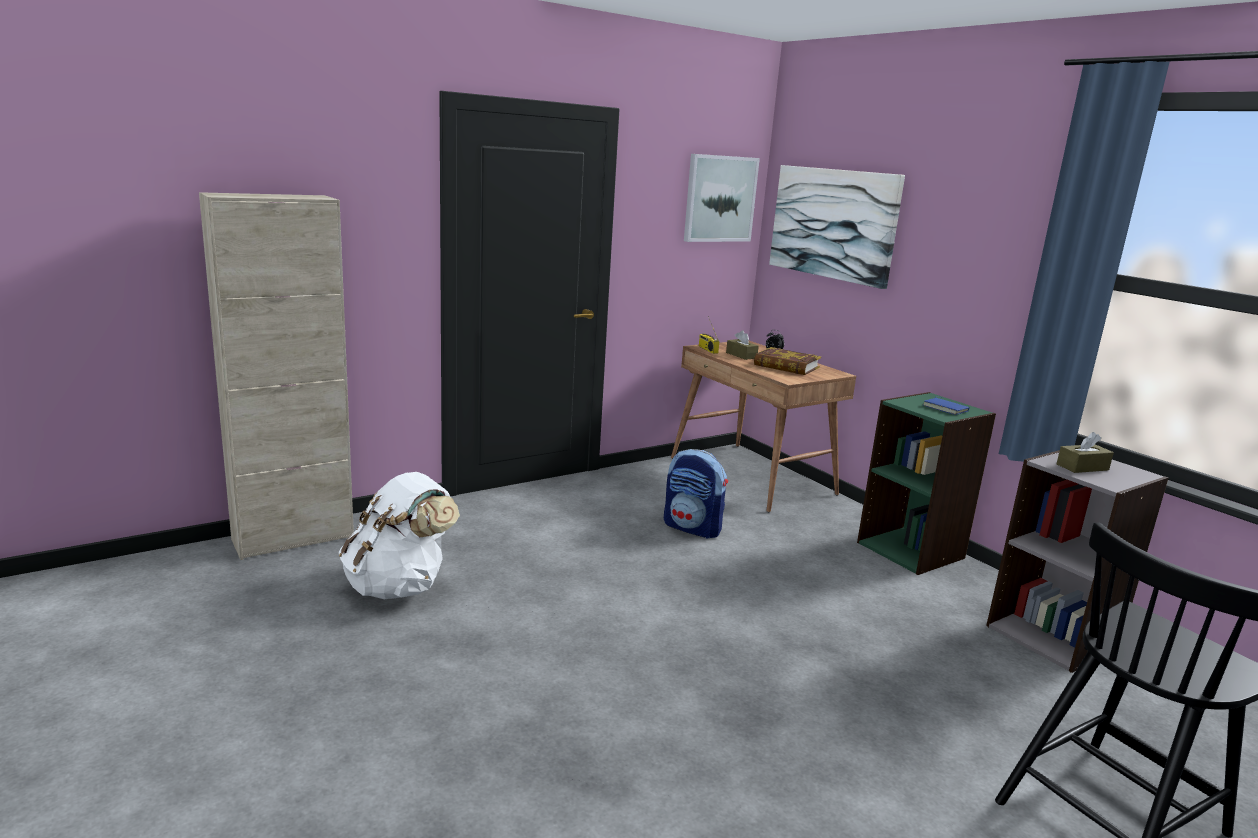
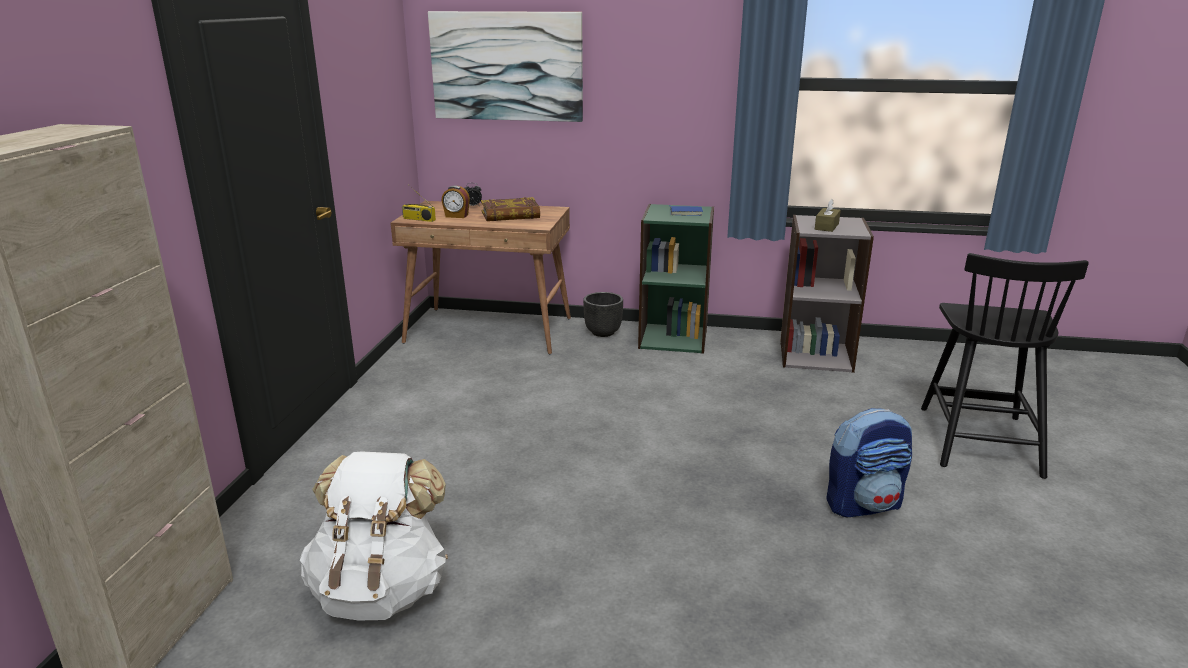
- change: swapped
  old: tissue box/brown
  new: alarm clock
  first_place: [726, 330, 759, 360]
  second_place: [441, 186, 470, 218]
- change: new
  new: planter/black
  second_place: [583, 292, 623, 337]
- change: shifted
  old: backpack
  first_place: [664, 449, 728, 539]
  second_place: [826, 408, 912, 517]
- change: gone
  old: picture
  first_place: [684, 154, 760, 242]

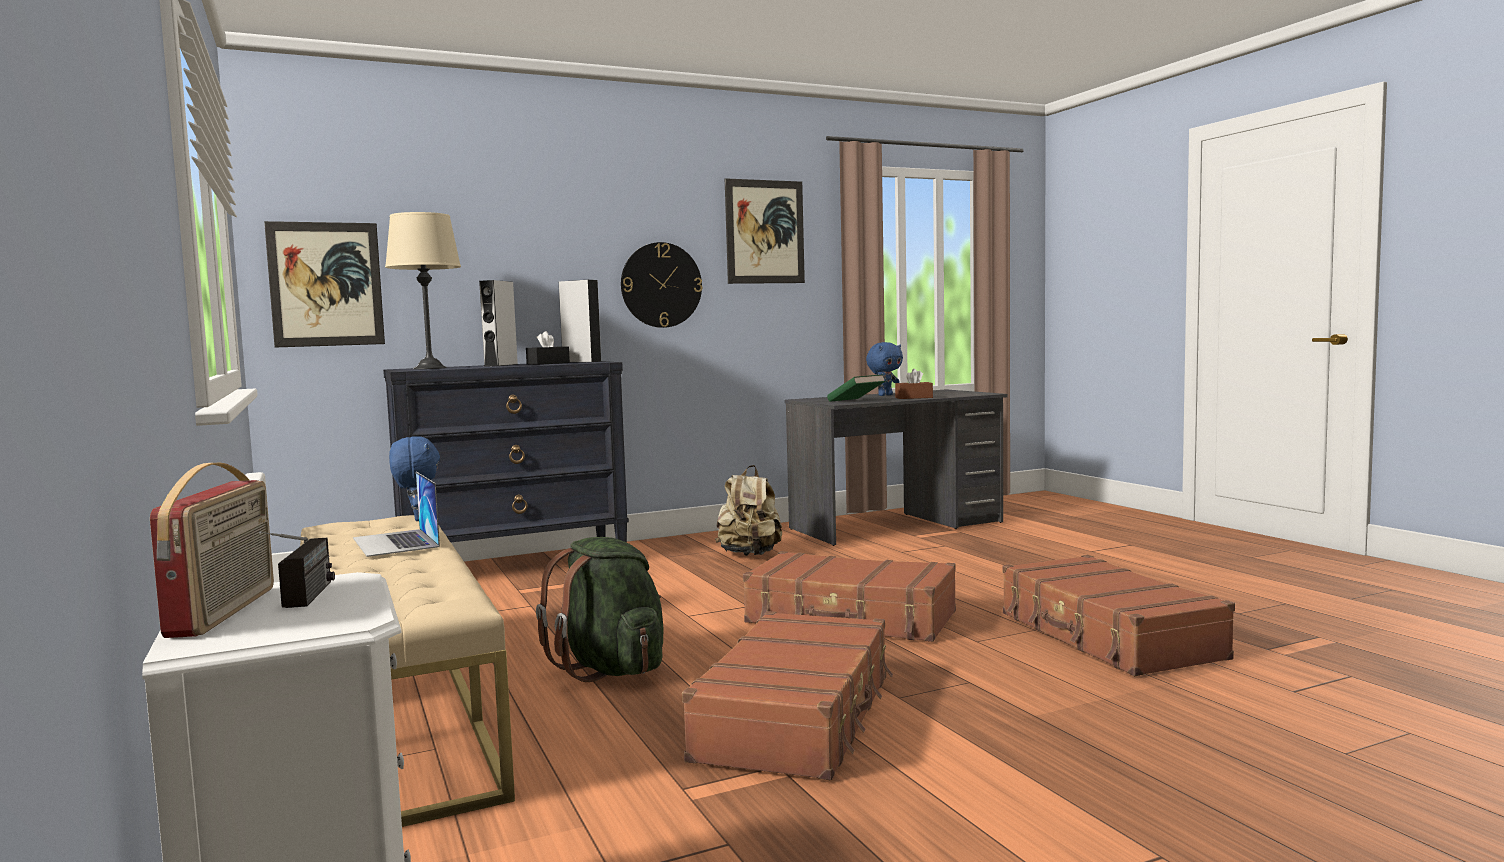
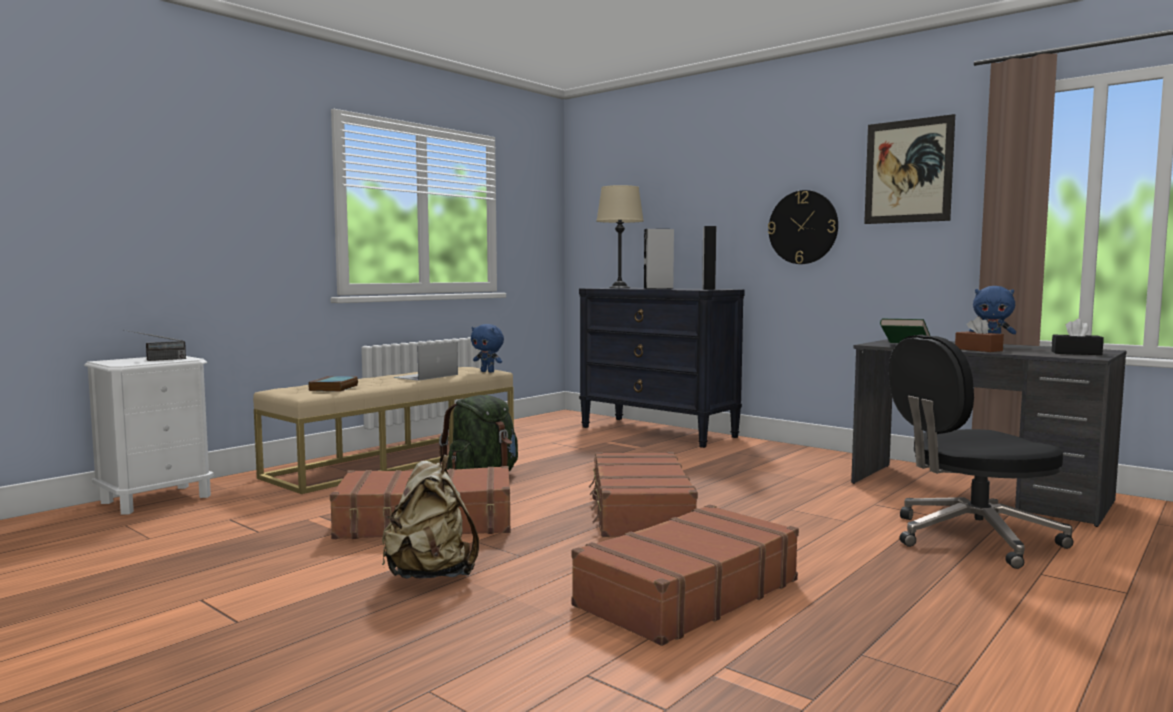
- change: new
  new: book
  second_place: [308, 376, 358, 392]
- change: shifted
  old: backpack/beige
  first_place: [715, 465, 782, 556]
  second_place: [382, 455, 479, 579]
- change: rotated
  old: plush toy/blue
  first_place: [389, 436, 440, 521]
  second_place: [471, 324, 504, 373]
  degrees: 75
- change: new
  new: office chair/black
  second_place: [889, 335, 1073, 569]
- change: shifted
  old: tissue box/black
  first_place: [526, 331, 570, 365]
  second_place: [1052, 319, 1104, 355]
- change: gone
  old: radio
  first_place: [150, 463, 274, 638]
- change: gone
  old: picture
  first_place: [264, 221, 385, 347]

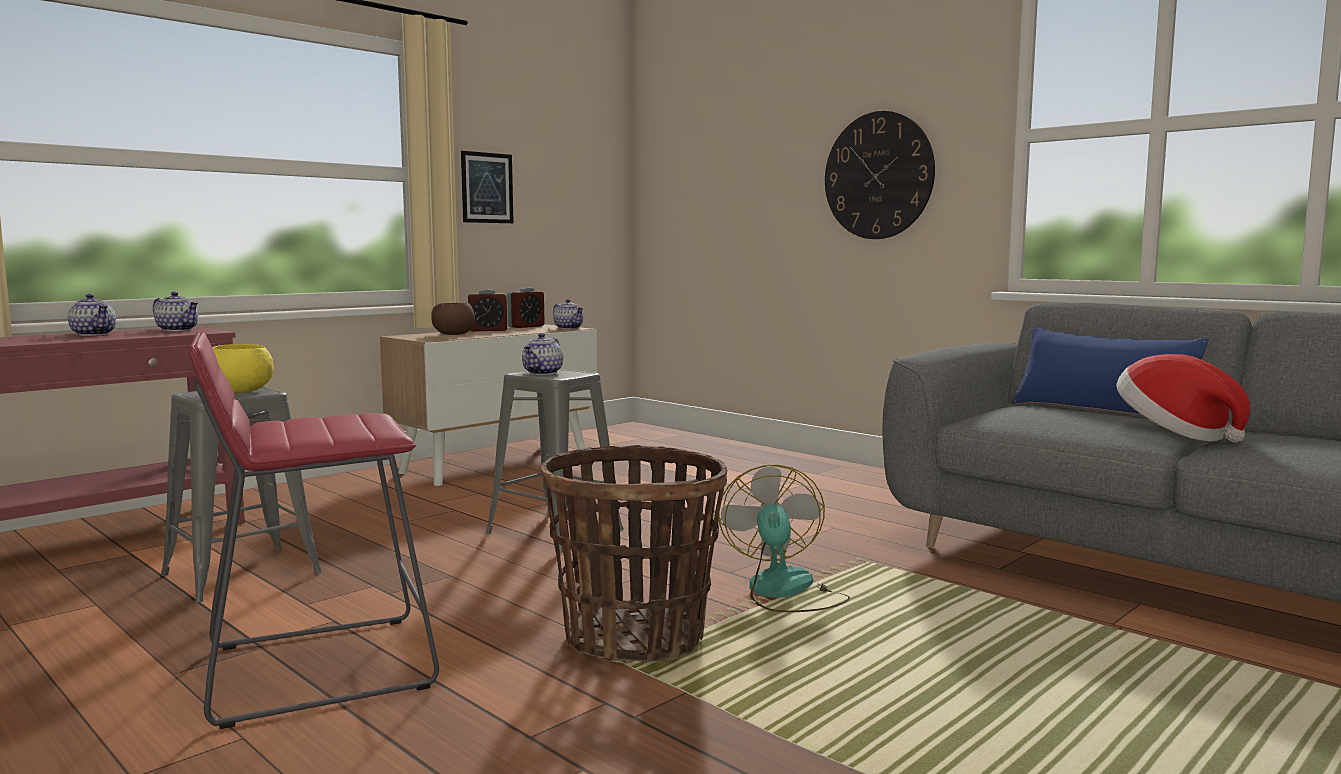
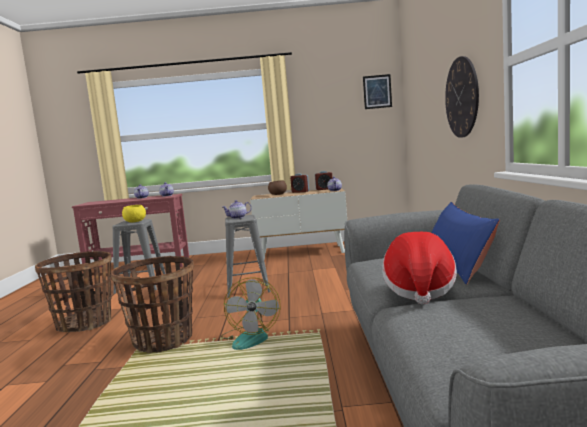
- change: swapped
  old: stool/red
  new: basket
  first_place: [189, 332, 439, 729]
  second_place: [35, 251, 112, 332]
- change: rotated
  old: fan
  first_place: [718, 465, 850, 612]
  second_place: [221, 277, 281, 350]
  degrees: 135
- change: shifted
  old: picture
  first_place: [461, 151, 514, 223]
  second_place: [363, 74, 392, 109]

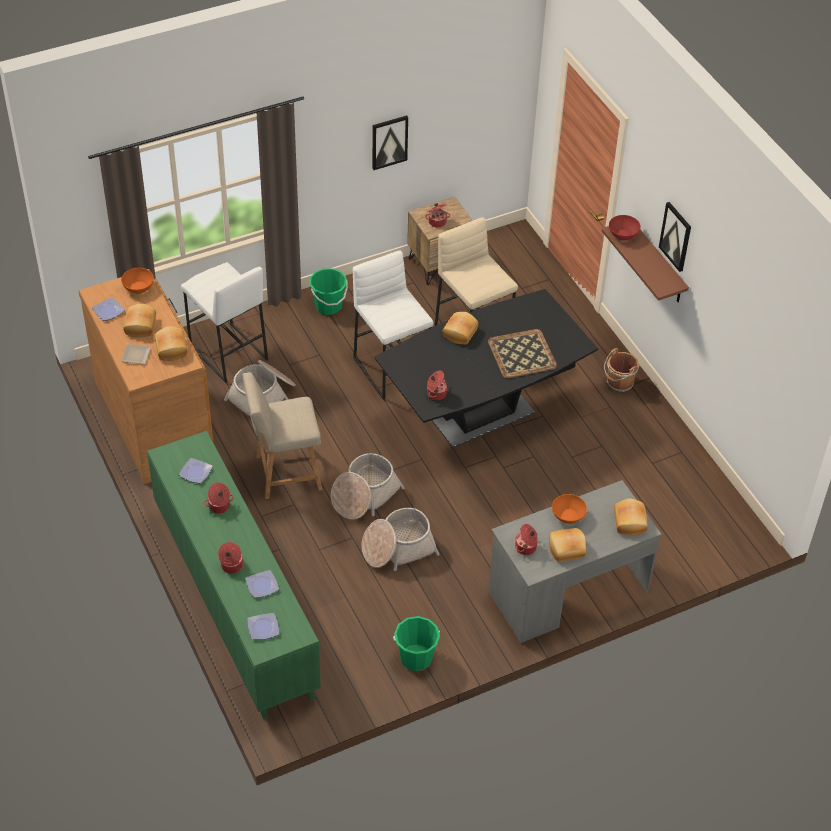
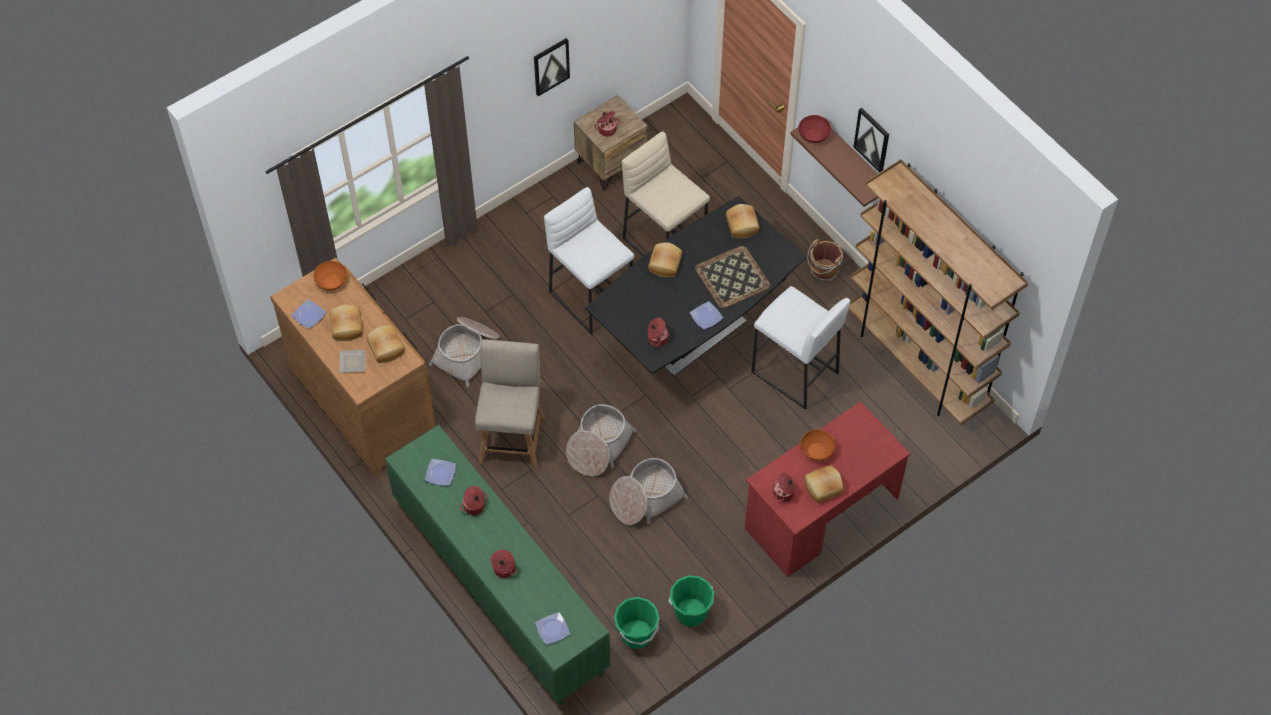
- change: rotated
  old: chair/beige
  first_place: [243, 372, 322, 499]
  second_place: [475, 339, 545, 469]
  degrees: 120
- change: shifted
  old: bucket/green
  first_place: [309, 268, 348, 315]
  second_place: [614, 597, 659, 649]
- change: shifted
  old: plate
  first_place: [245, 570, 279, 598]
  second_place: [690, 301, 723, 330]
- change: shifted
  old: bread
  first_place: [614, 498, 648, 536]
  second_place: [726, 204, 760, 238]
- change: repainted
  old: desk/grey
  new: desk/red
  first_place: [489, 480, 662, 643]
  second_place: [745, 401, 910, 577]
- change: shifted
  old: stool/white
  first_place: [181, 262, 268, 383]
  second_place: [751, 286, 851, 410]
- change: new
  new: bookcase/brown
  second_place: [849, 159, 1028, 425]

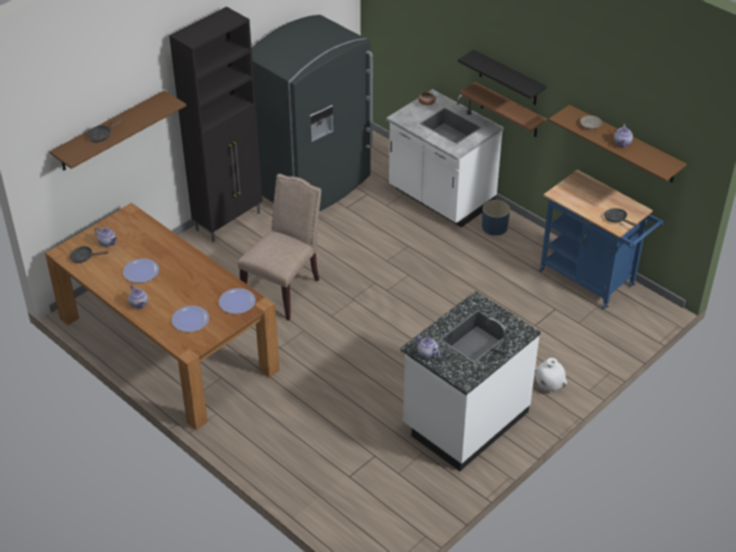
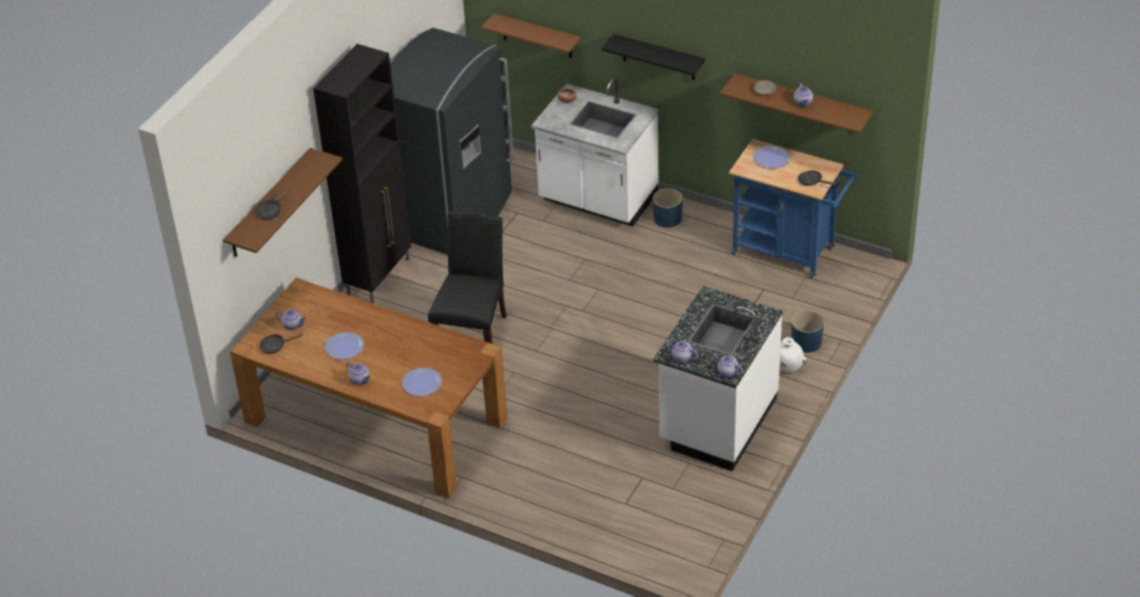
- change: repainted
  old: chair/beige
  new: chair/black
  first_place: [238, 174, 321, 321]
  second_place: [428, 210, 507, 344]
- change: shifted
  old: shelf/brown
  first_place: [460, 82, 547, 137]
  second_place: [481, 13, 580, 58]
- change: new
  new: teapot
  second_place: [713, 353, 743, 377]
- change: shifted
  old: plate
  first_place: [219, 288, 256, 314]
  second_place: [753, 146, 790, 169]
- change: new
  new: planter/blue
  second_place: [791, 310, 824, 353]

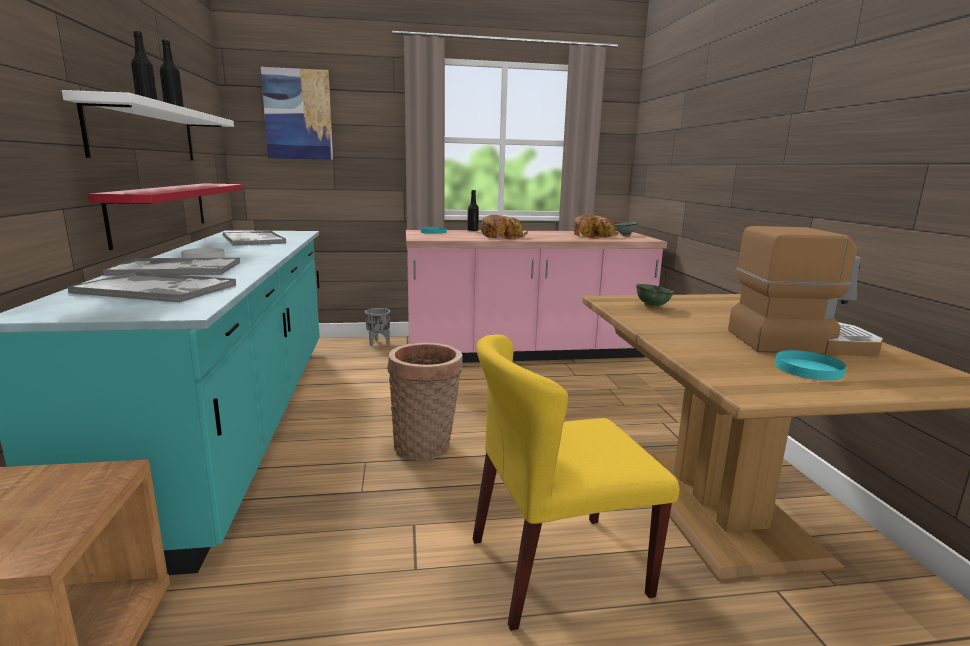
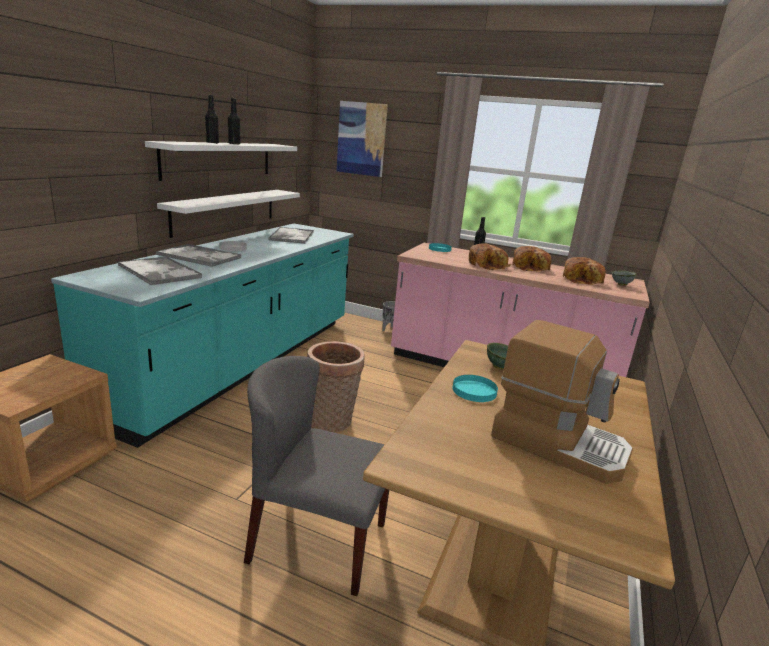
- change: repainted
  old: shelf/red
  new: shelf/white
  first_place: [88, 183, 243, 250]
  second_place: [157, 190, 300, 238]
- change: repainted
  old: chair/yellow
  new: chair/grey
  first_place: [473, 334, 679, 631]
  second_place: [244, 356, 389, 596]
- change: shifted
  old: plate/turquoise
  first_place: [775, 350, 846, 380]
  second_place: [452, 375, 498, 402]
- change: new
  new: bread
  second_place: [512, 246, 551, 272]

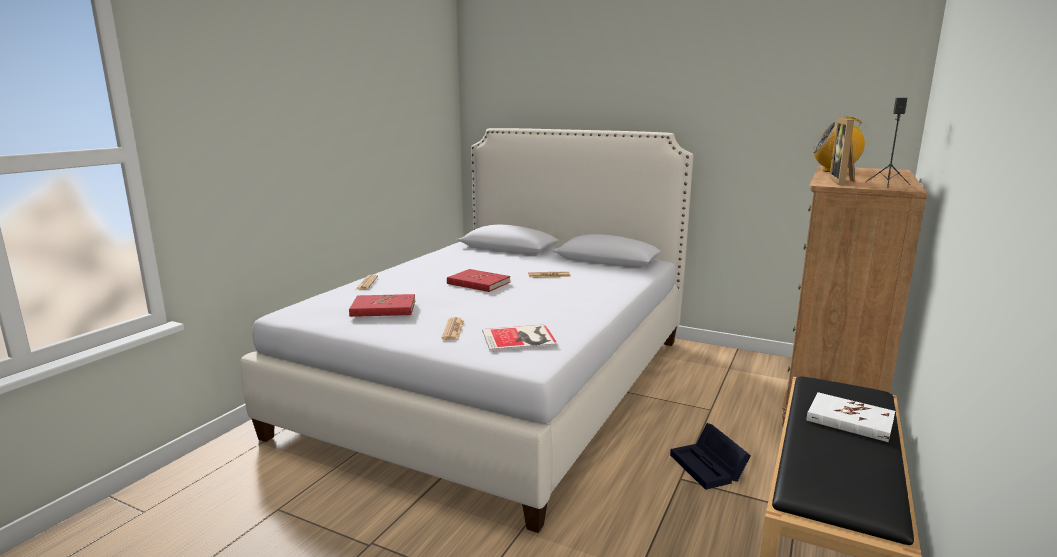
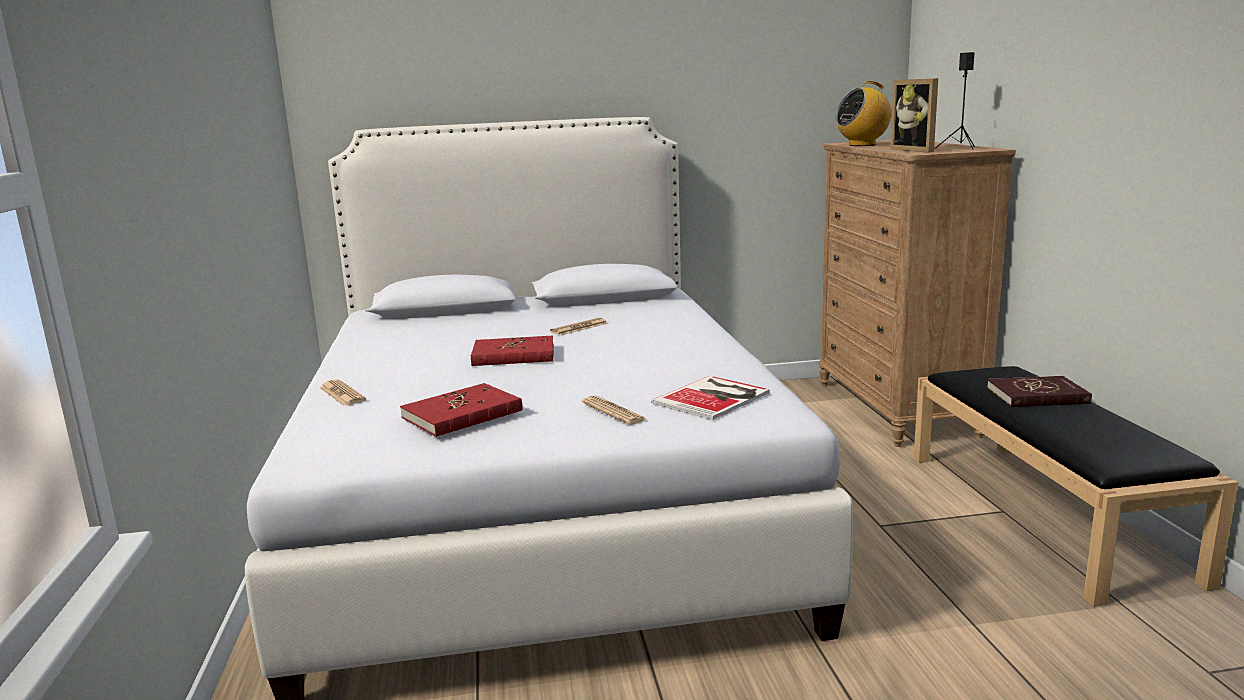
- change: repainted
  old: book/white
  new: book/red
  first_place: [806, 392, 895, 442]
  second_place: [987, 376, 1092, 407]
- change: gone
  old: storage box/black
  first_place: [670, 423, 751, 490]

